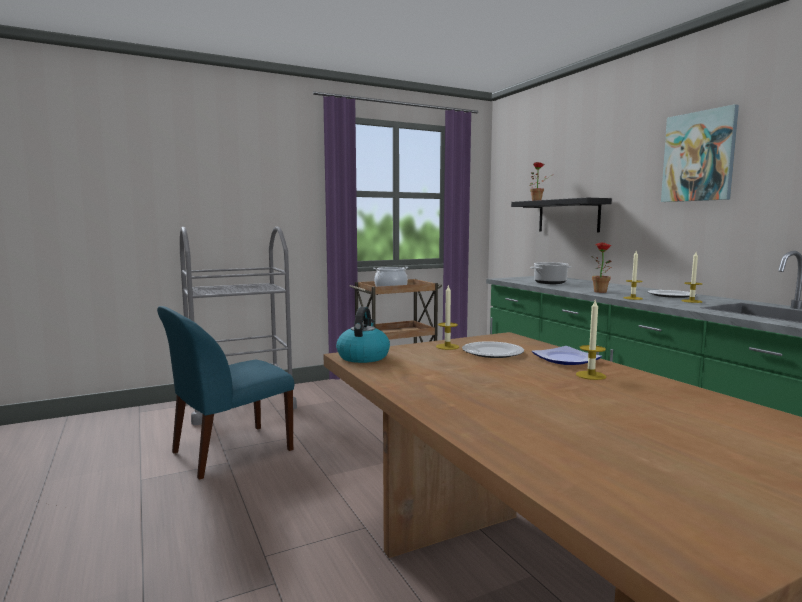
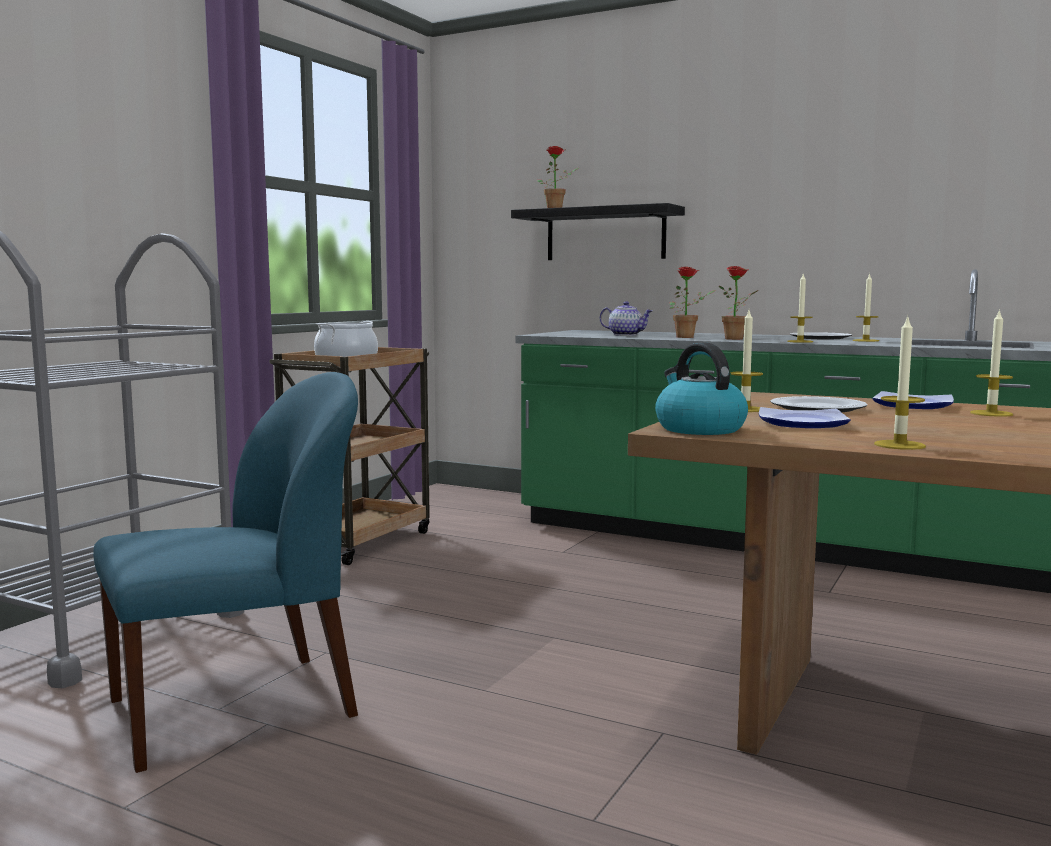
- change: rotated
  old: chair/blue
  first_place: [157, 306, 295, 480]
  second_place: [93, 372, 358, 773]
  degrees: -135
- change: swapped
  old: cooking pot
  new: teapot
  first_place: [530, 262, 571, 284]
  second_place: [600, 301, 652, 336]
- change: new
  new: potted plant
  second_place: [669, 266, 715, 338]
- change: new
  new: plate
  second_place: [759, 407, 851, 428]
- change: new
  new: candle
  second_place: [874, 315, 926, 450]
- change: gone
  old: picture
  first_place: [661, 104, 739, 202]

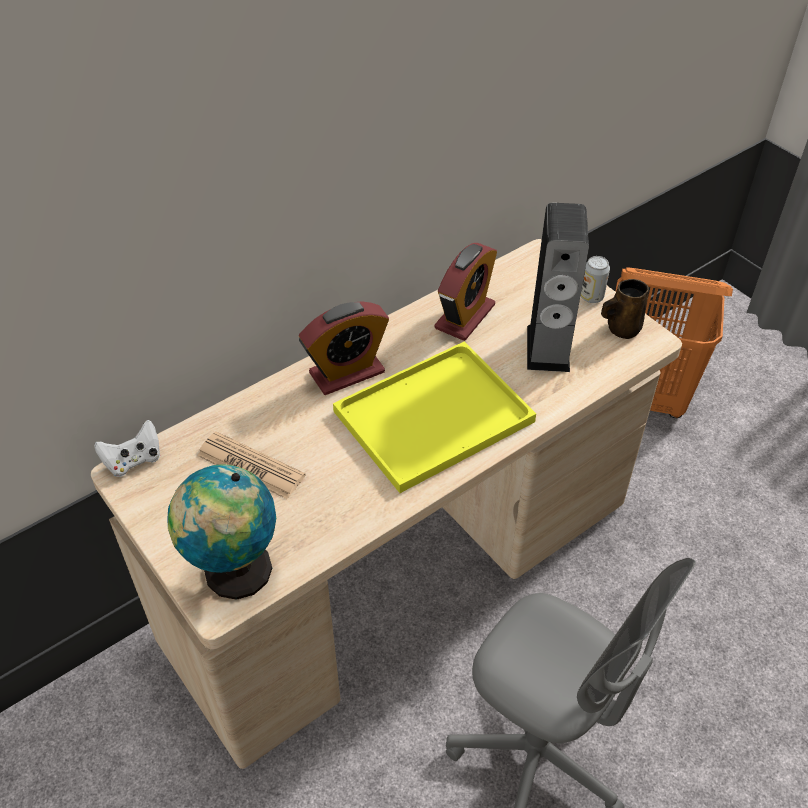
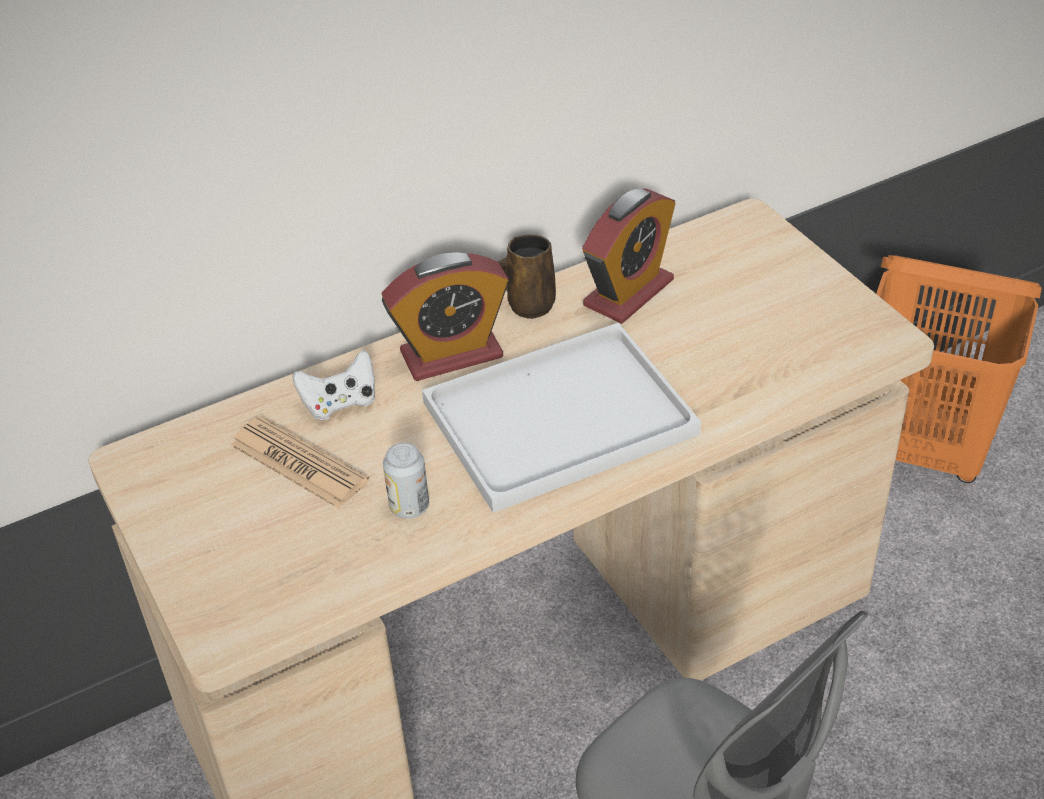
- change: shifted
  old: game controller/white
  first_place: [94, 420, 160, 477]
  second_place: [293, 350, 375, 420]
- change: shifted
  old: can
  first_place: [580, 256, 610, 303]
  second_place: [383, 443, 429, 519]
- change: repainted
  old: tray/yellow
  new: tray/white
  first_place: [333, 342, 536, 493]
  second_place: [422, 323, 701, 513]
- change: shifted
  old: mug/brown
  first_place: [601, 279, 649, 339]
  second_place: [498, 234, 556, 319]
- change: gone
  old: globe
  first_place: [167, 464, 276, 600]
- change: gone
  old: speaker
  first_place: [527, 203, 589, 372]

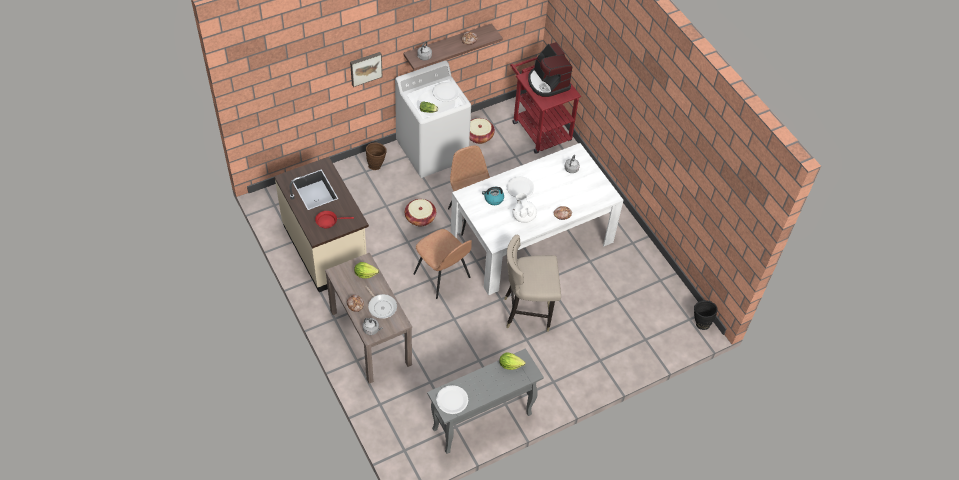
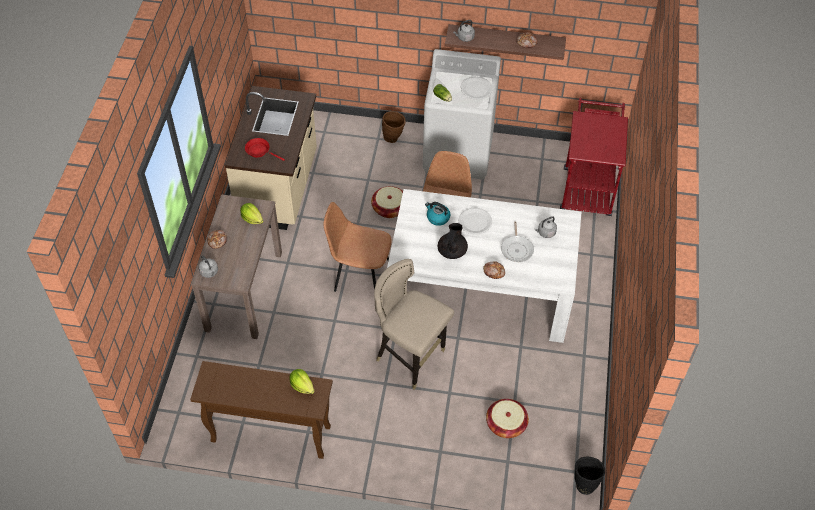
- change: repainted
  old: console table/grey
  new: console table/brown
  first_place: [427, 348, 544, 454]
  second_place: [190, 361, 333, 459]
- change: rotated
  old: chair/brown
  first_place: [414, 229, 472, 299]
  second_place: [324, 202, 392, 292]
  degrees: 105
- change: repainted
  old: teapot/white
  new: teapot/black
  first_place: [512, 193, 537, 223]
  second_place: [438, 223, 468, 259]
- change: shifted
  old: basket
  first_place: [470, 118, 495, 144]
  second_place: [486, 399, 529, 438]
- change: shifted
  old: frying pan
  first_place: [365, 286, 397, 319]
  second_place: [501, 222, 534, 262]
- change: gone
  old: picture
  first_place: [350, 52, 383, 87]
- change: gone
  old: plate/white
  first_place: [436, 385, 468, 414]
- change: gone
  old: coffee machine
  first_place: [528, 42, 572, 97]

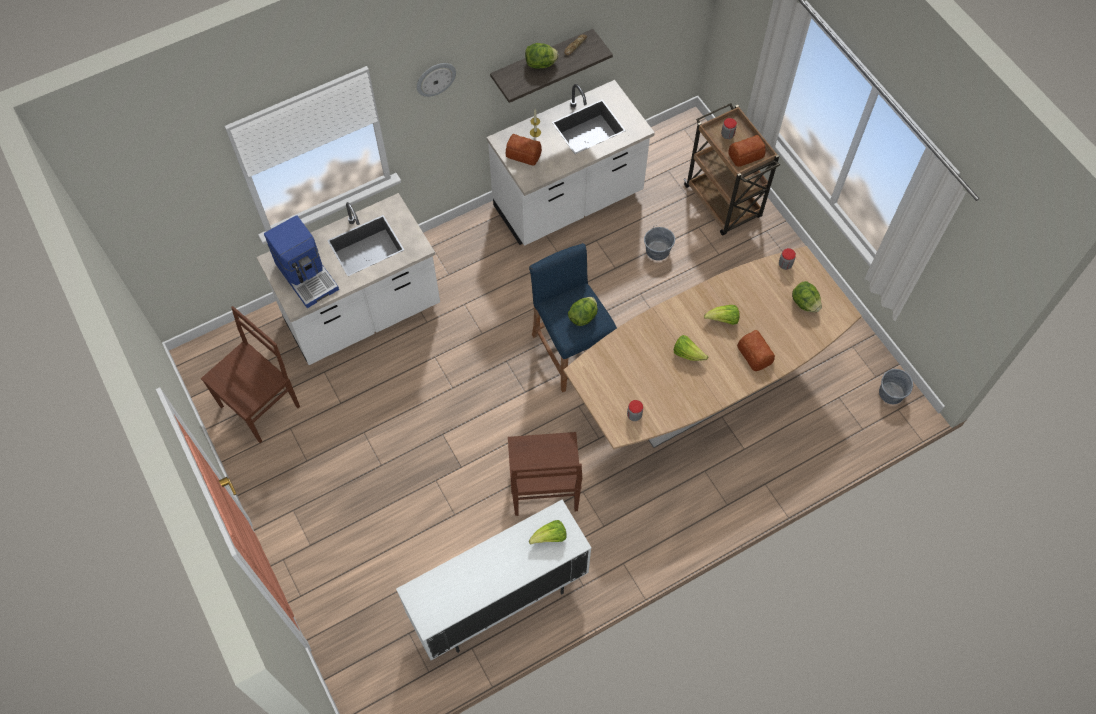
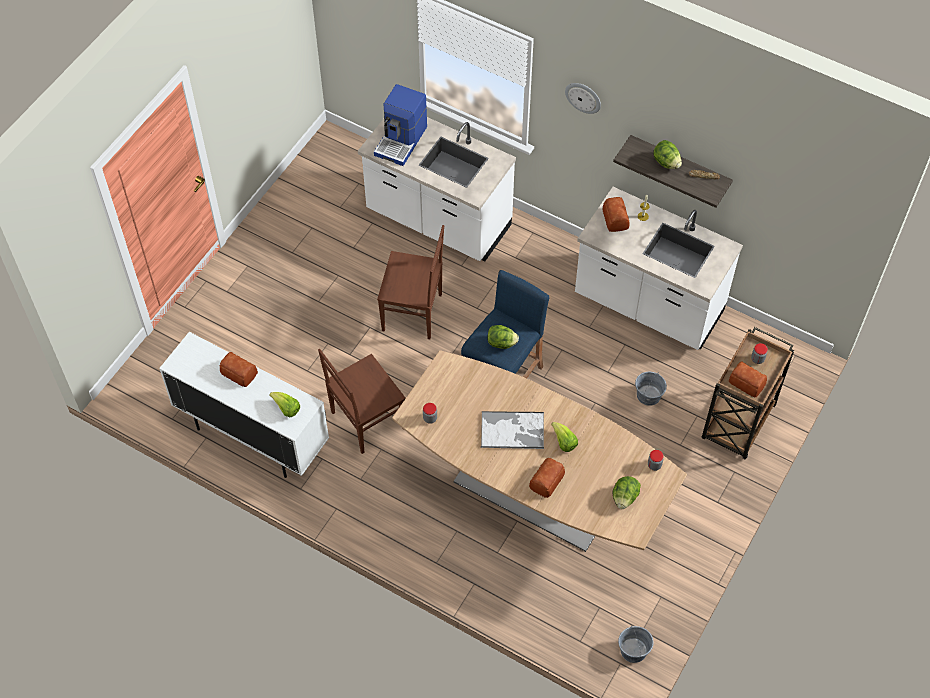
- change: new
  new: bread
  second_place: [220, 352, 258, 387]
- change: shifted
  old: chair/brown
  first_place: [201, 306, 300, 443]
  second_place: [377, 225, 444, 339]
- change: swapped
  old: lettuce
  new: tray
  first_place: [674, 335, 708, 361]
  second_place: [481, 411, 544, 449]

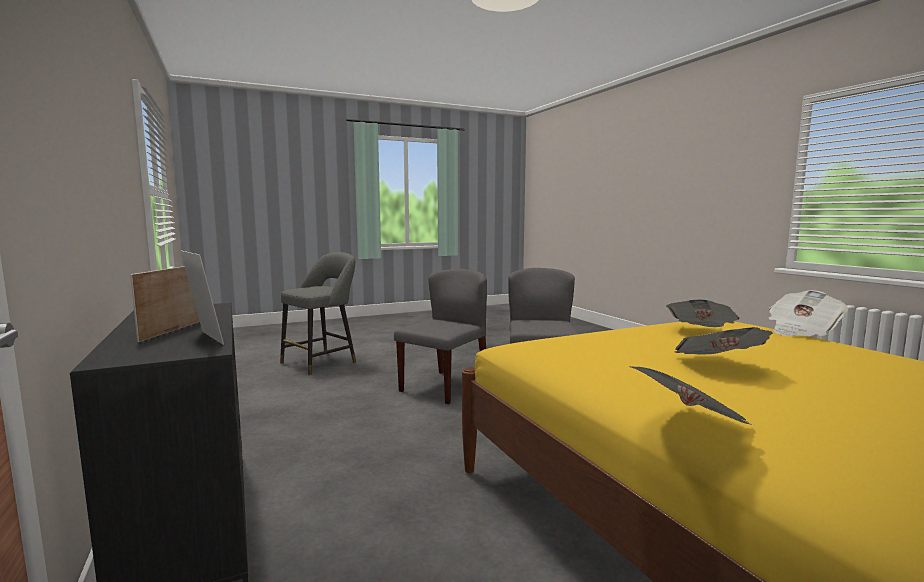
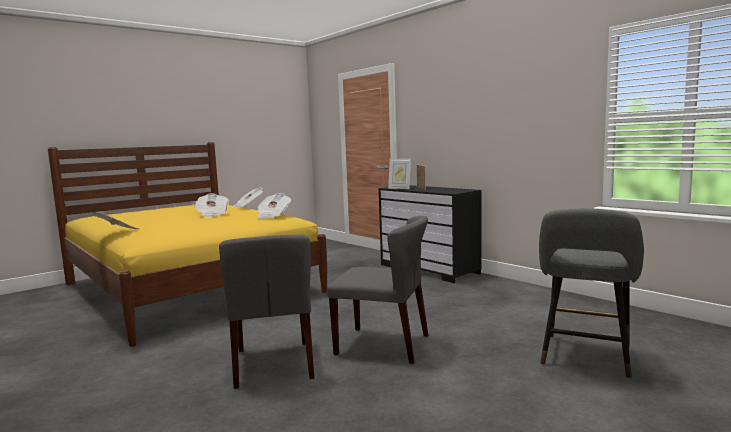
- change: shifted
  old: newspaper
  first_place: [666, 300, 740, 327]
  second_place: [257, 193, 291, 219]
- change: rotated
  old: chair/grey
  first_place: [394, 269, 487, 404]
  second_place: [327, 216, 428, 364]
  degrees: -90

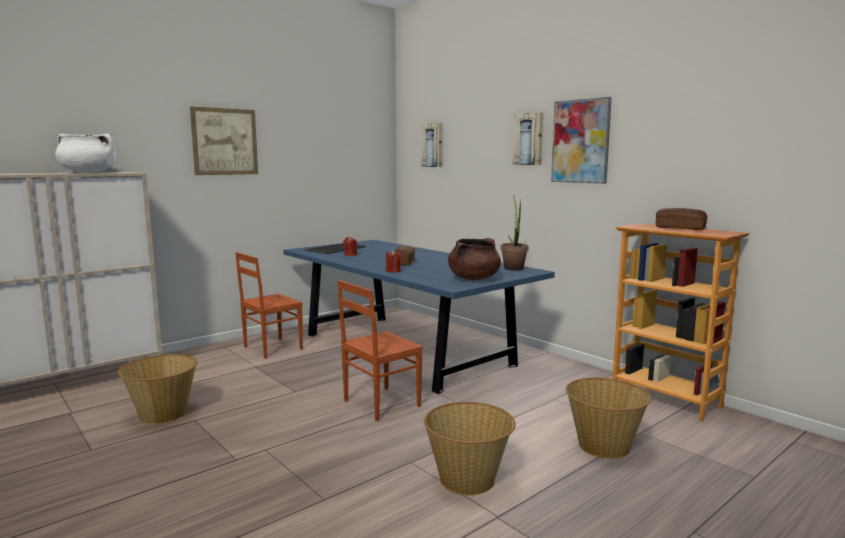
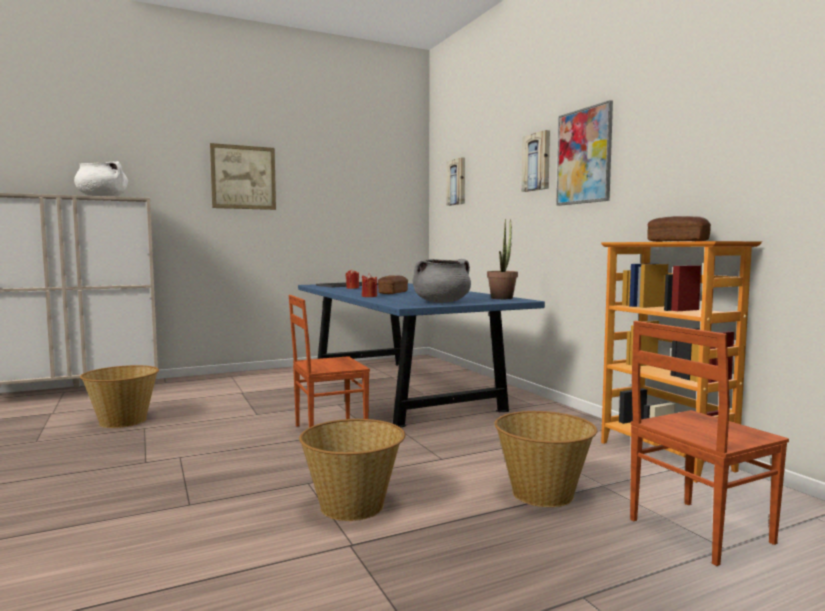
- change: repainted
  old: cooking pot/brown
  new: cooking pot/grey
  first_place: [448, 238, 501, 280]
  second_place: [413, 259, 471, 303]
- change: shifted
  old: chair/brown
  first_place: [235, 252, 303, 358]
  second_place: [630, 321, 789, 566]

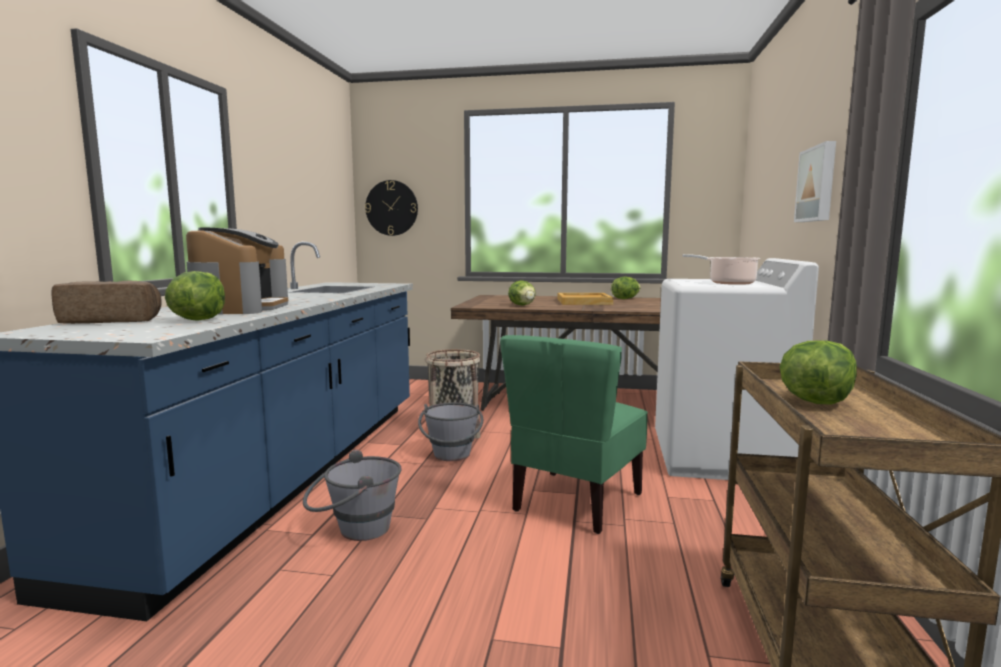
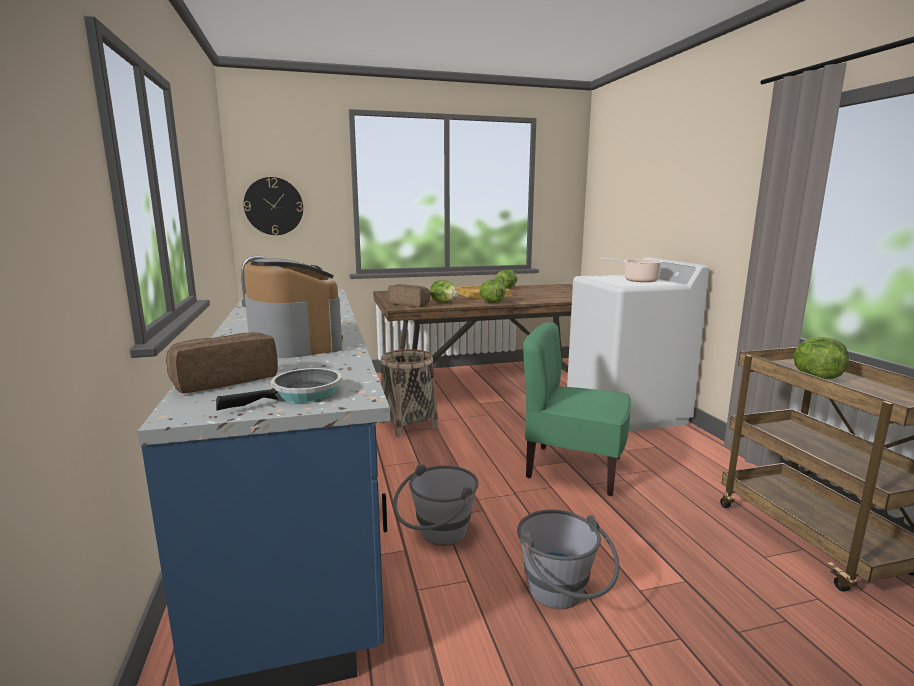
- change: new
  new: frying pan
  second_place: [216, 368, 342, 411]
- change: new
  new: bread
  second_place: [388, 284, 430, 307]
- change: shifted
  old: lettuce
  first_place: [165, 271, 225, 321]
  second_place: [480, 279, 506, 303]
- change: shifted
  old: bucket/grey
  first_place: [418, 403, 483, 461]
  second_place: [517, 510, 619, 609]
- change: rotated
  old: chair/green
  first_place: [500, 335, 648, 534]
  second_place: [523, 322, 631, 496]
  degrees: 105
- change: gone
  old: picture
  first_place: [794, 141, 836, 222]

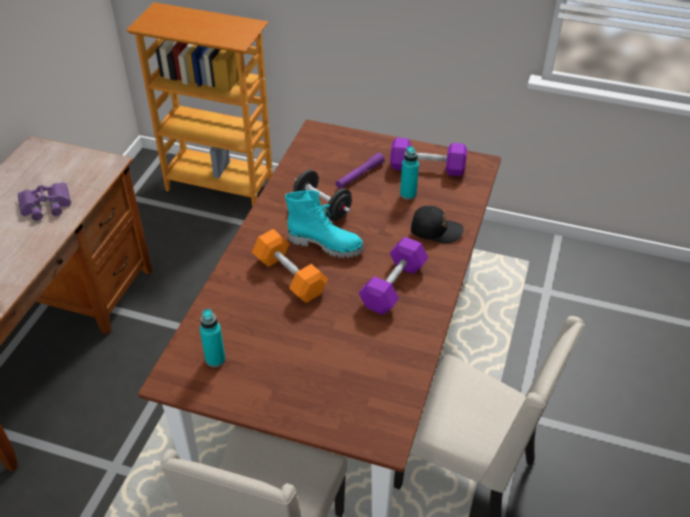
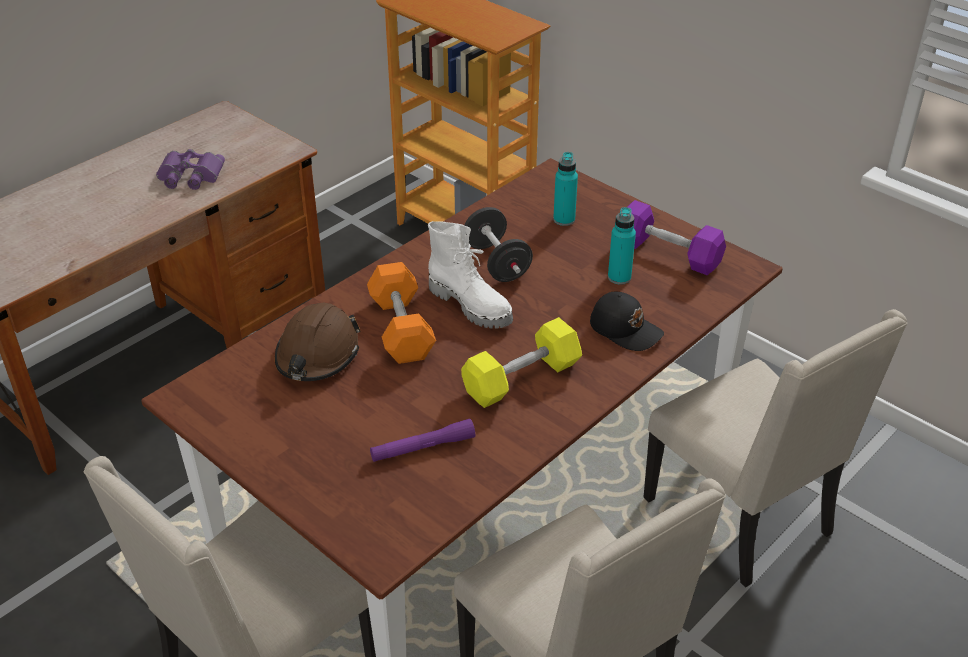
- change: new
  new: hard hat/brown
  second_place: [275, 303, 361, 381]
- change: shifted
  old: flashlight/purple
  first_place: [336, 153, 385, 189]
  second_place: [370, 419, 475, 462]
- change: repainted
  old: boot/turquoise
  new: boot/white
  first_place: [285, 190, 364, 258]
  second_place: [428, 221, 513, 329]
- change: repainted
  old: dumbbell/purple
  new: dumbbell/yellow
  first_place: [358, 237, 428, 315]
  second_place: [461, 317, 582, 408]
- change: shifted
  old: bottle/turquoise
  first_place: [200, 309, 226, 367]
  second_place: [553, 152, 578, 226]
- change: new
  new: chair/beige
  second_place: [643, 309, 907, 588]

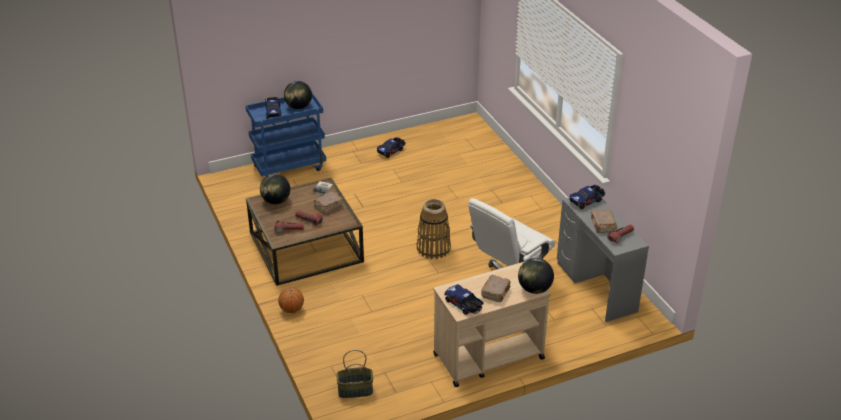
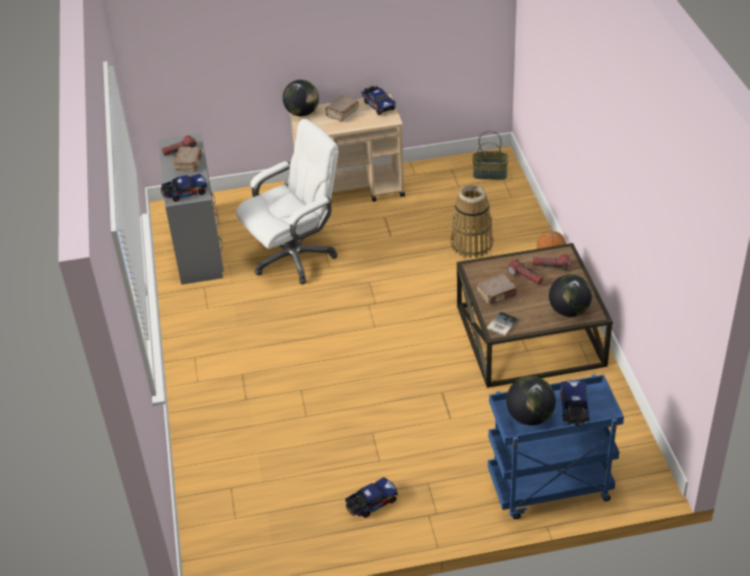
- change: shifted
  old: basket
  first_place: [417, 199, 451, 259]
  second_place: [451, 184, 493, 258]

